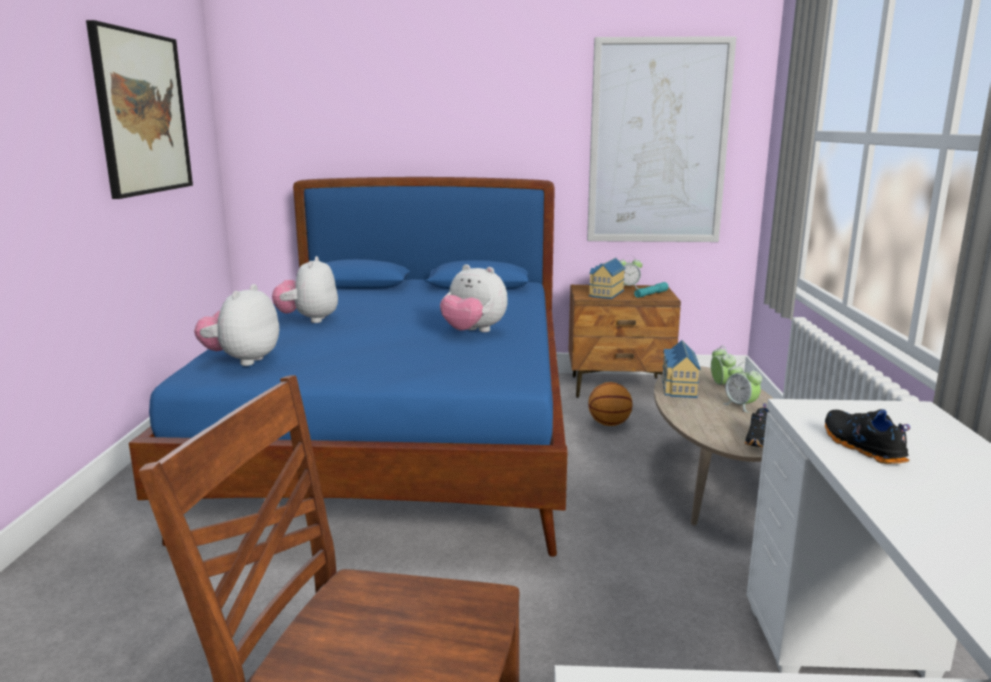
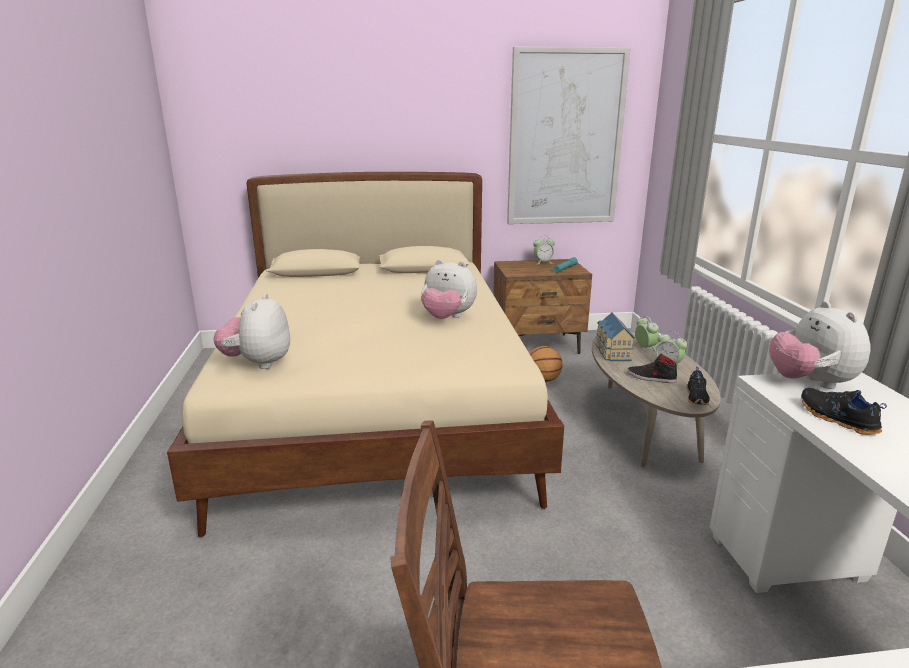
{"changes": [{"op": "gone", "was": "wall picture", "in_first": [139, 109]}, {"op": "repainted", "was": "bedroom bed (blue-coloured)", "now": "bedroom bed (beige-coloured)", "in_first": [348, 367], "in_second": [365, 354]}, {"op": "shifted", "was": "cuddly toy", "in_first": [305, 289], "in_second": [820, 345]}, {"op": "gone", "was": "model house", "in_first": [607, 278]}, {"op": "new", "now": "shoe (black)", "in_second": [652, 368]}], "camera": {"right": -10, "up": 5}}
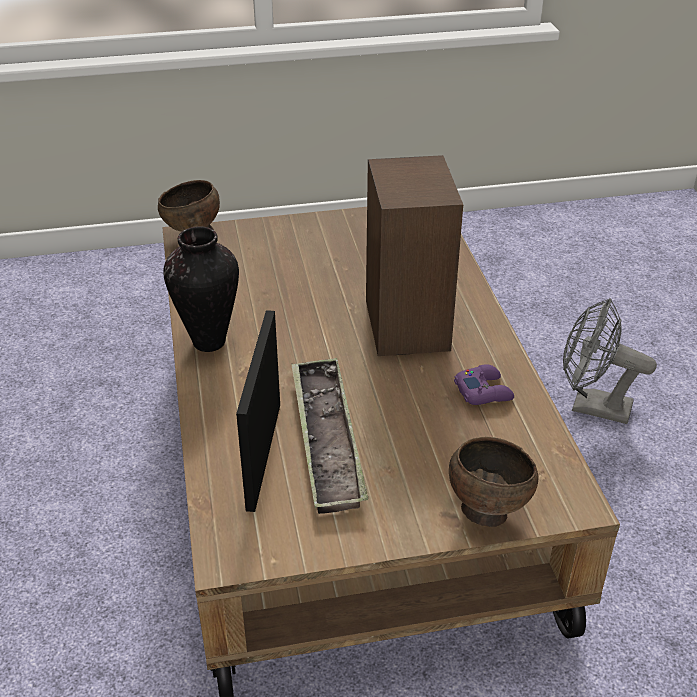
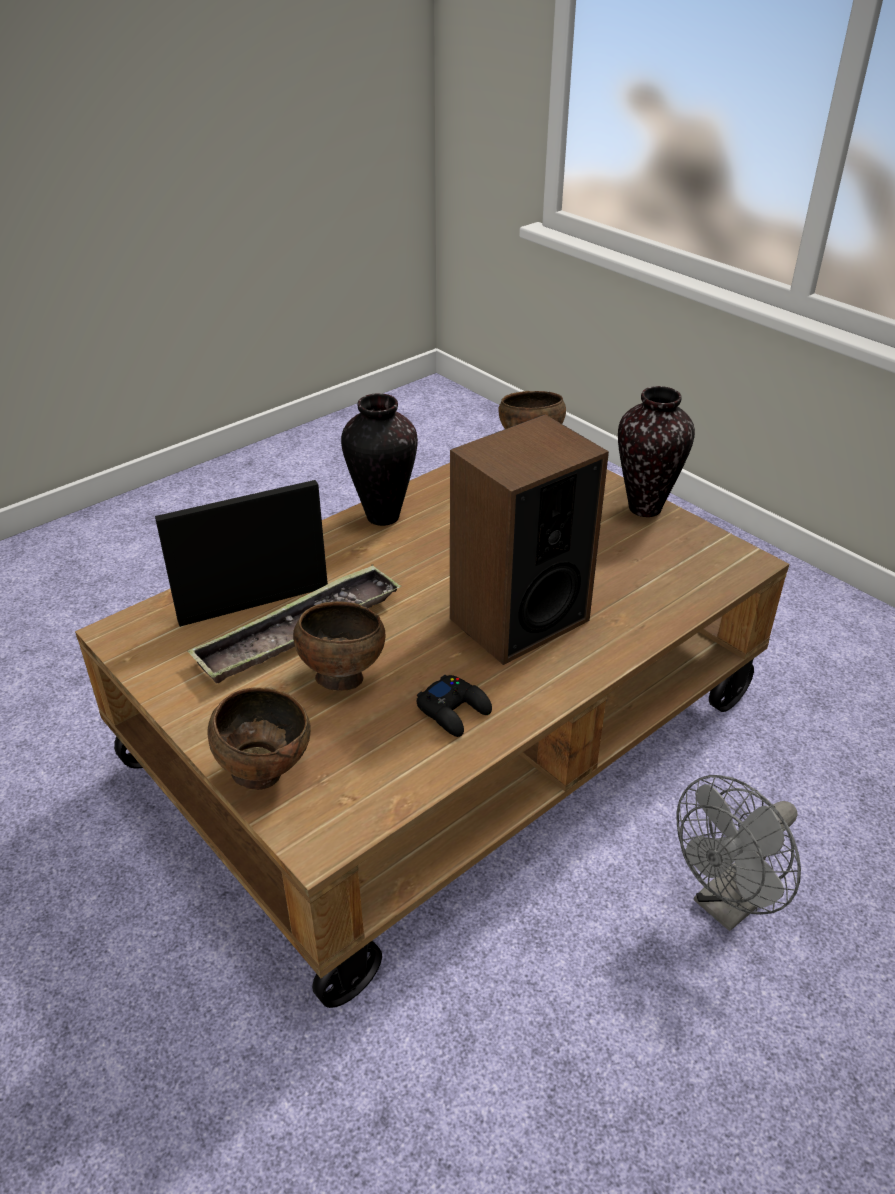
{"changes": [{"op": "repainted", "was": "gamepad (purplish)", "now": "gamepad (black)", "in_first": [484, 384], "in_second": [454, 706]}, {"op": "rotated", "was": "cooling fan (gray)", "in_first": [610, 361], "in_second": [739, 853], "clockwise": -120}, {"op": "new", "now": "bowl (brown)", "in_second": [339, 646]}, {"op": "new", "now": "flower vase", "in_second": [656, 451]}], "camera": {"right": 60, "up": 0}}
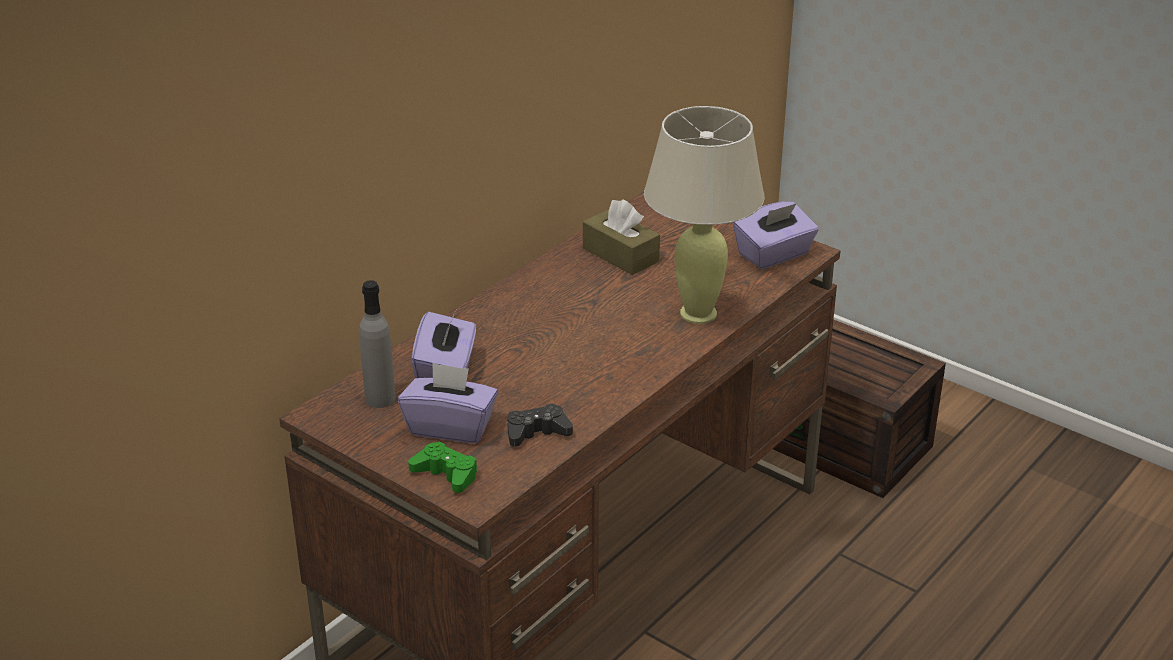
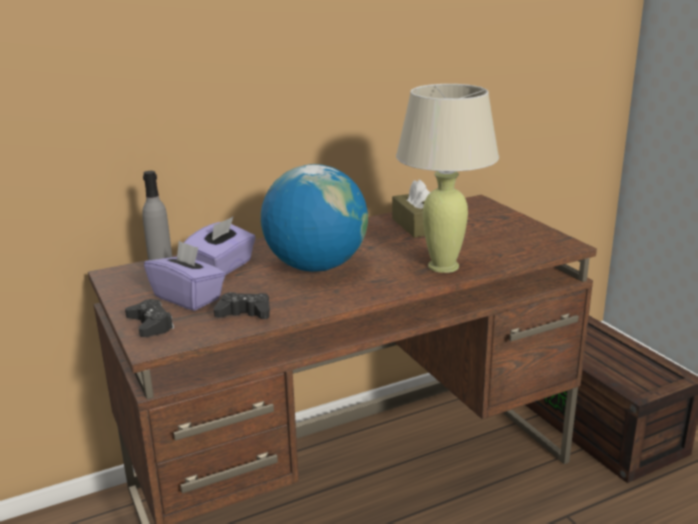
{"changes": [{"op": "repainted", "was": "gamepad (greenish)", "now": "gamepad (black)", "in_first": [442, 467], "in_second": [149, 318]}, {"op": "gone", "was": "tissue box (purplish)", "in_first": [776, 235]}, {"op": "new", "now": "globe", "in_second": [314, 218]}], "camera": {"right": 25, "up": -10}}
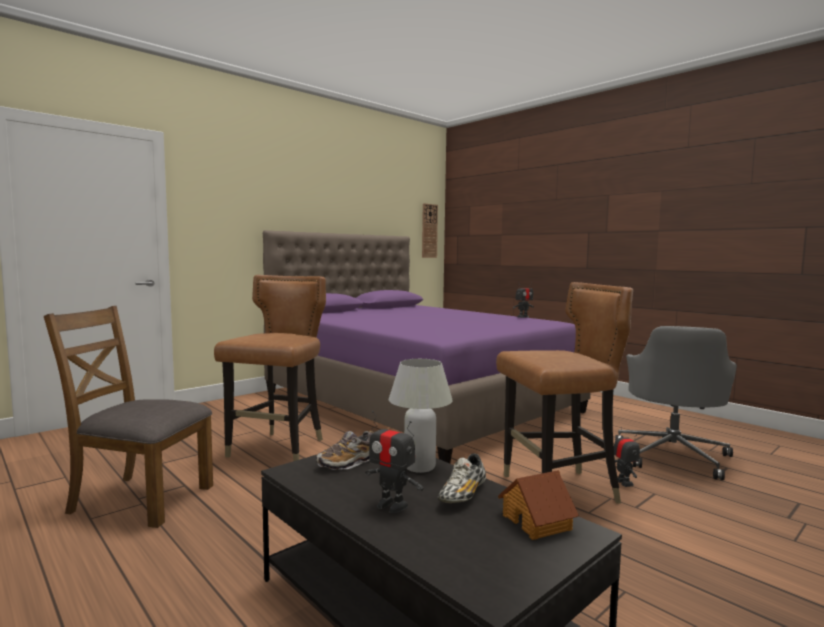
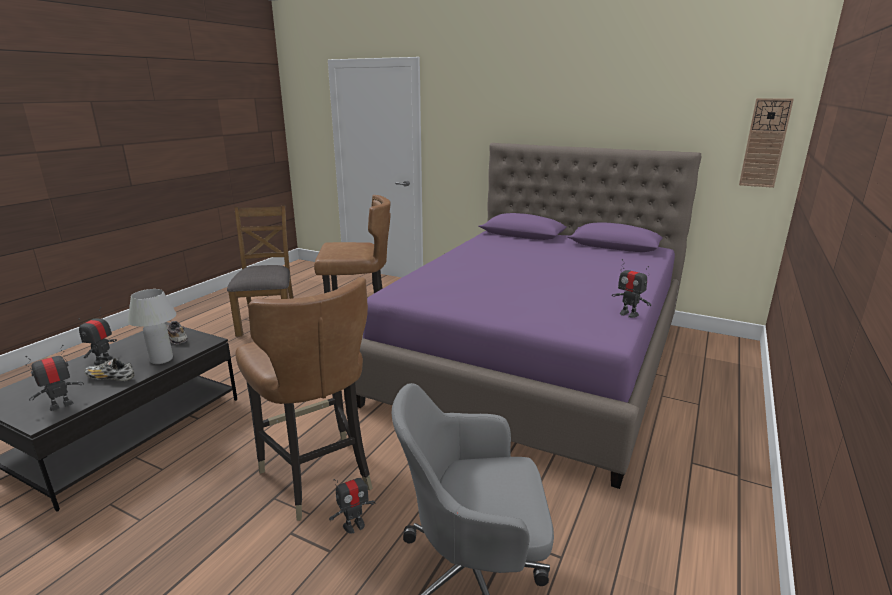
{"changes": [{"op": "swapped", "was": "model house", "now": "model robot", "in_first": [538, 505], "in_second": [54, 378]}], "camera": {"right": 70, "up": 15}}
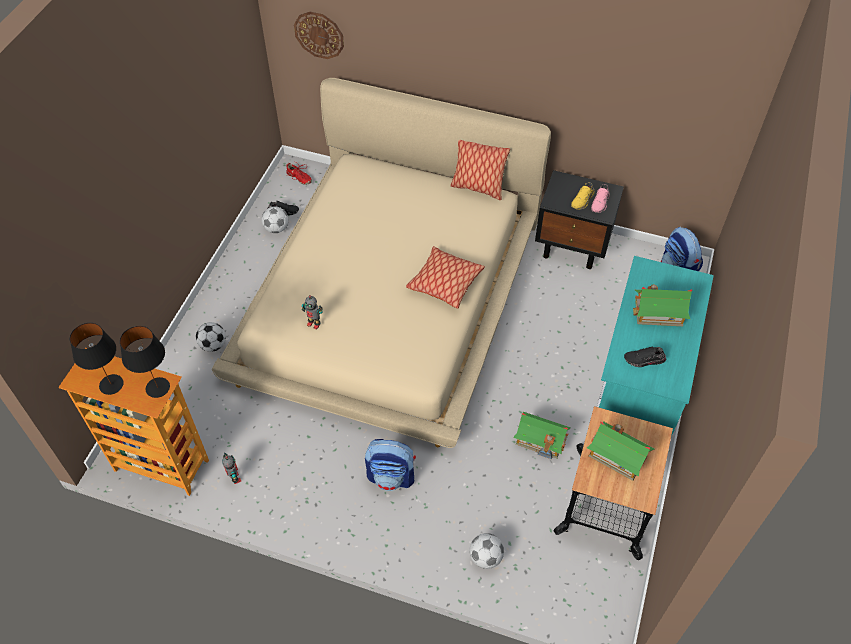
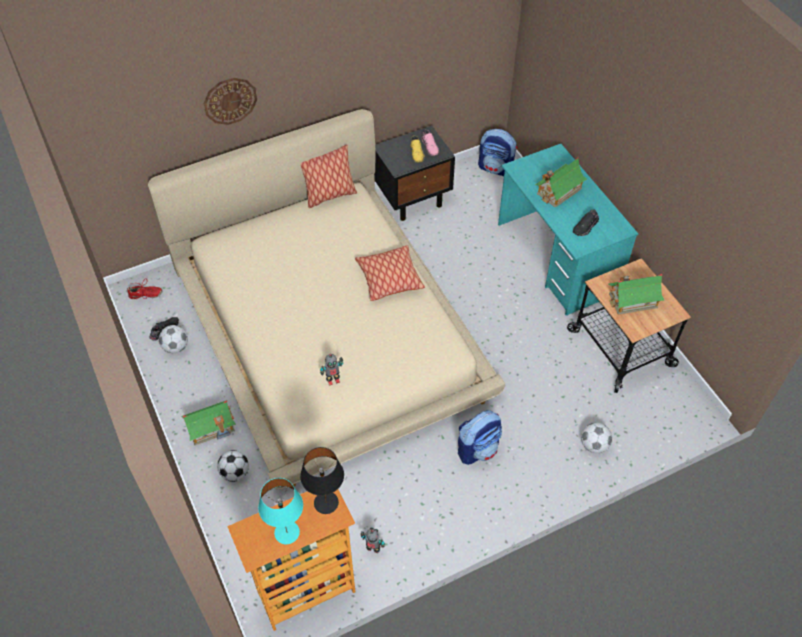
{"changes": [{"op": "repainted", "was": "tabletop lamp (black)", "now": "tabletop lamp (turquoise)", "in_first": [97, 359], "in_second": [280, 511]}, {"op": "shifted", "was": "clock on the wall", "in_first": [319, 35], "in_second": [230, 101]}, {"op": "shifted", "was": "model house", "in_first": [542, 435], "in_second": [208, 422]}], "camera": {"right": -45, "up": 0}}
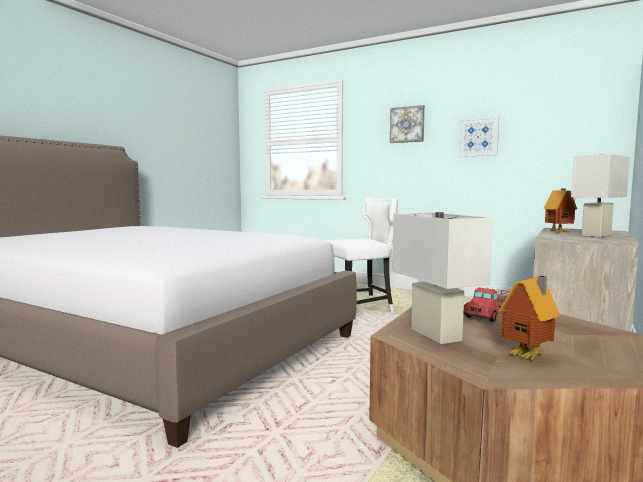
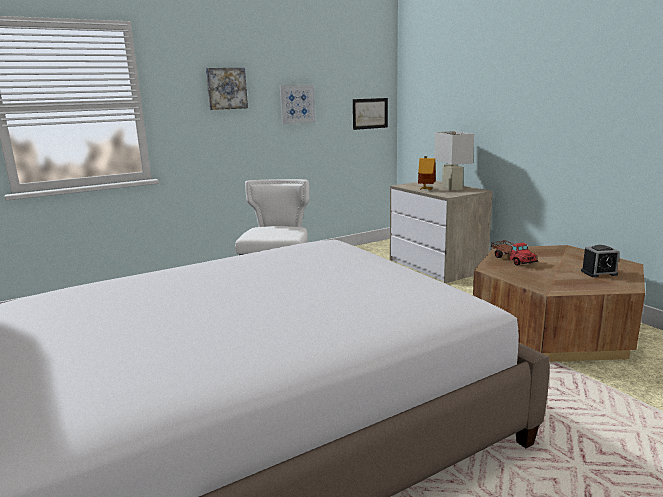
{"changes": [{"op": "gone", "was": "tabletop lamp (white-coloured)", "in_first": [442, 278]}, {"op": "swapped", "was": "model house", "now": "alarm clock", "in_first": [529, 318], "in_second": [600, 261]}, {"op": "new", "now": "wall picture", "in_second": [370, 114]}], "camera": {"right": -60, "up": 10}}
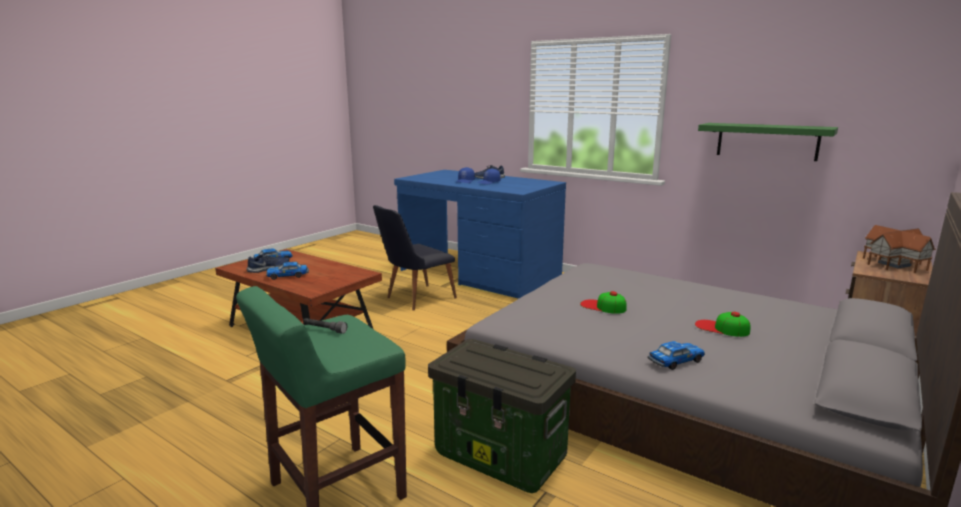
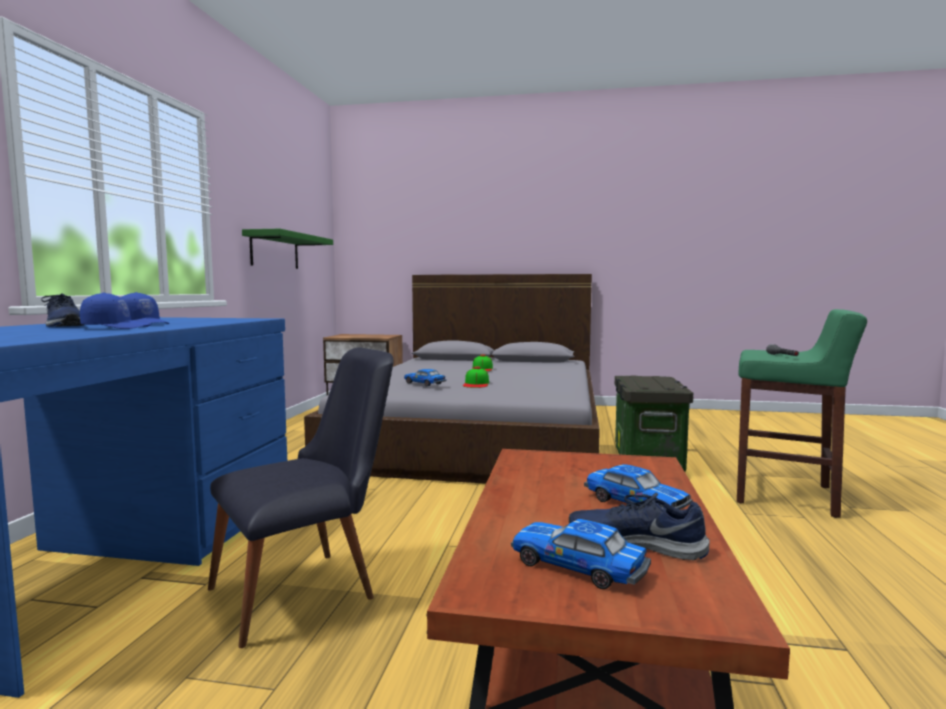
{"changes": [{"op": "rotated", "was": "plain chair (black)", "in_first": [415, 258], "in_second": [301, 497], "clockwise": -60}, {"op": "shifted", "was": "miniature car", "in_first": [676, 355], "in_second": [425, 377]}, {"op": "gone", "was": "model house", "in_first": [899, 249]}], "camera": {"right": -115, "up": -10}}
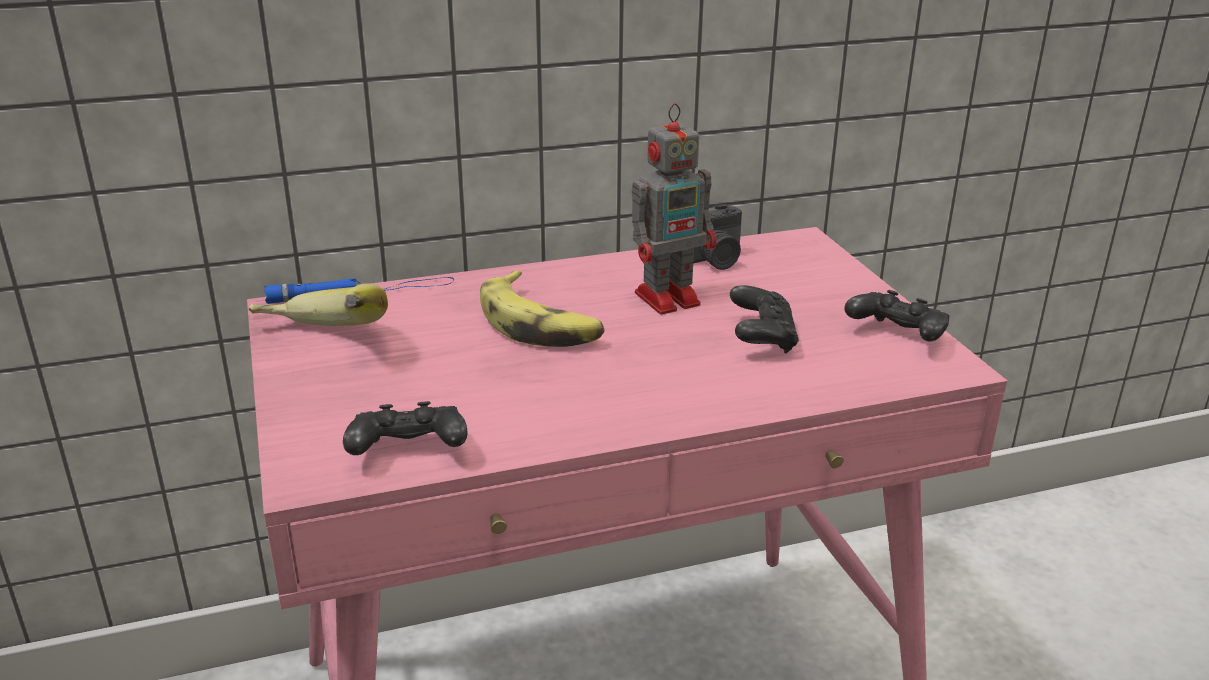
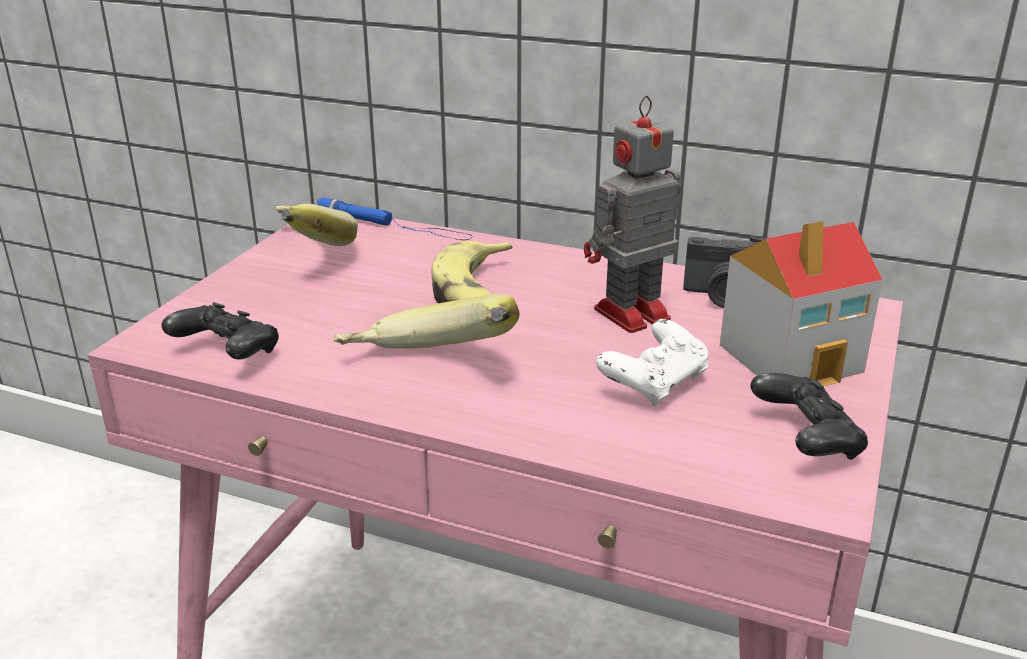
{"changes": [{"op": "rotated", "was": "model robot", "in_first": [674, 209], "in_second": [632, 214], "clockwise": 135}, {"op": "repainted", "was": "gamepad (black)", "now": "gamepad (white-coloured)", "in_first": [764, 319], "in_second": [652, 363]}, {"op": "new", "now": "whole banana", "in_second": [426, 321]}, {"op": "new", "now": "model house", "in_second": [801, 303]}], "camera": {"right": 40, "up": 0}}
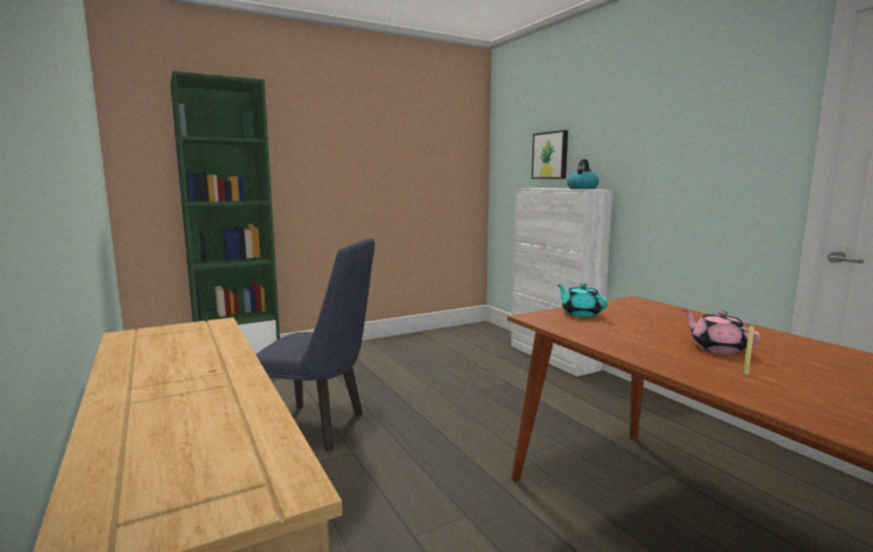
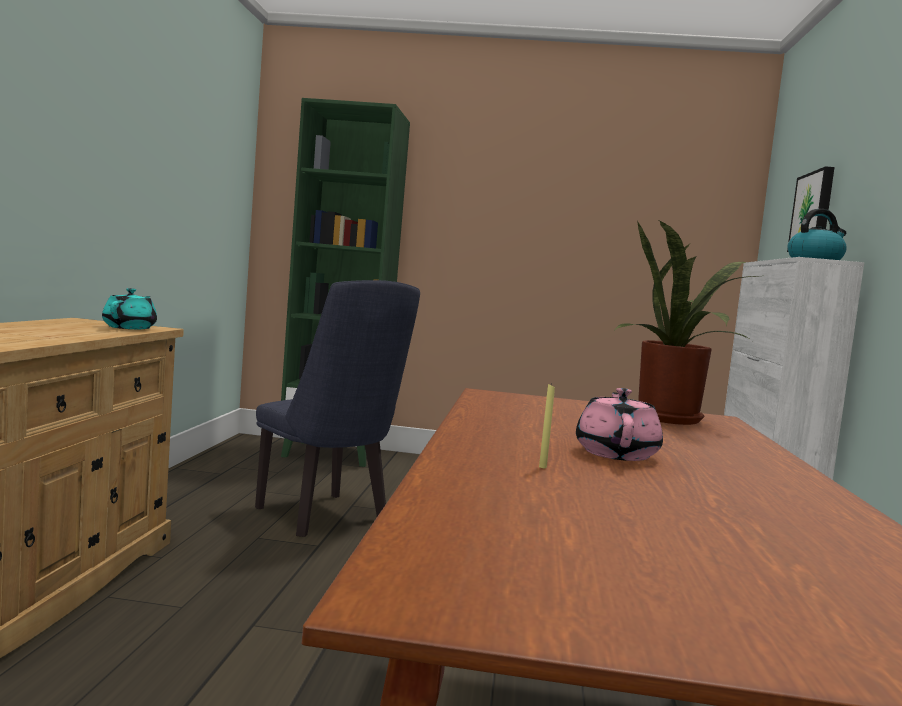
{"changes": [{"op": "shifted", "was": "tea pot (turquoise)", "in_first": [583, 300], "in_second": [129, 308]}, {"op": "new", "now": "houseplant", "in_second": [686, 322]}], "camera": {"right": 35, "up": -5}}
